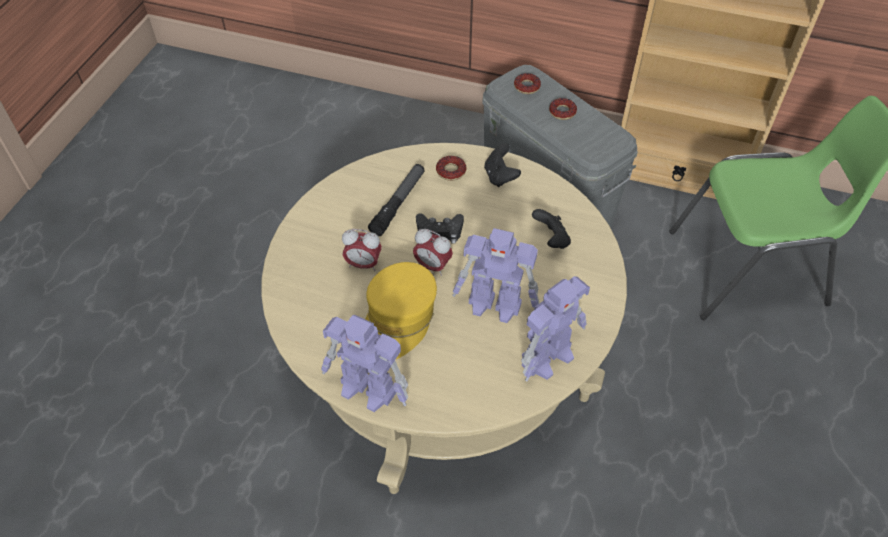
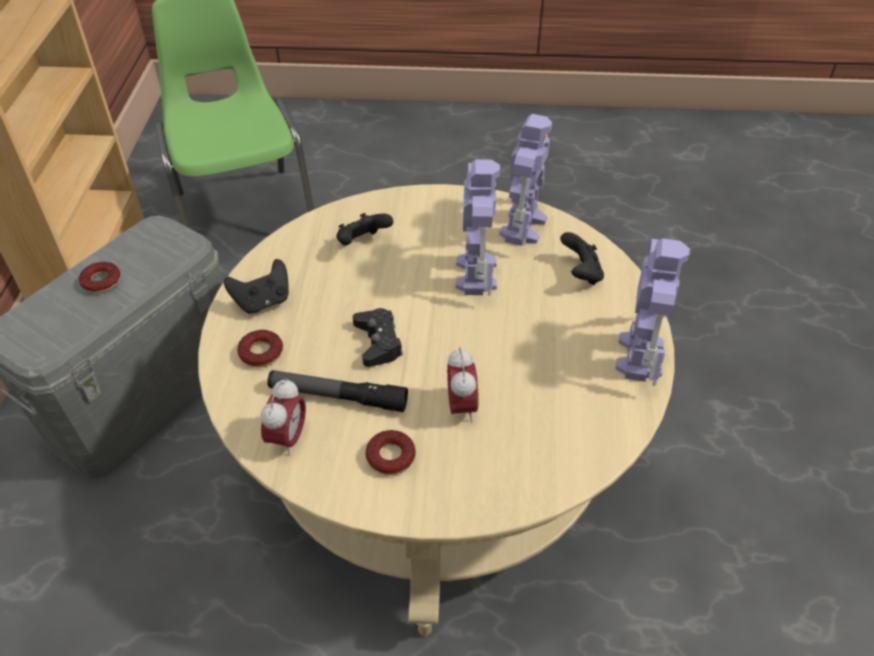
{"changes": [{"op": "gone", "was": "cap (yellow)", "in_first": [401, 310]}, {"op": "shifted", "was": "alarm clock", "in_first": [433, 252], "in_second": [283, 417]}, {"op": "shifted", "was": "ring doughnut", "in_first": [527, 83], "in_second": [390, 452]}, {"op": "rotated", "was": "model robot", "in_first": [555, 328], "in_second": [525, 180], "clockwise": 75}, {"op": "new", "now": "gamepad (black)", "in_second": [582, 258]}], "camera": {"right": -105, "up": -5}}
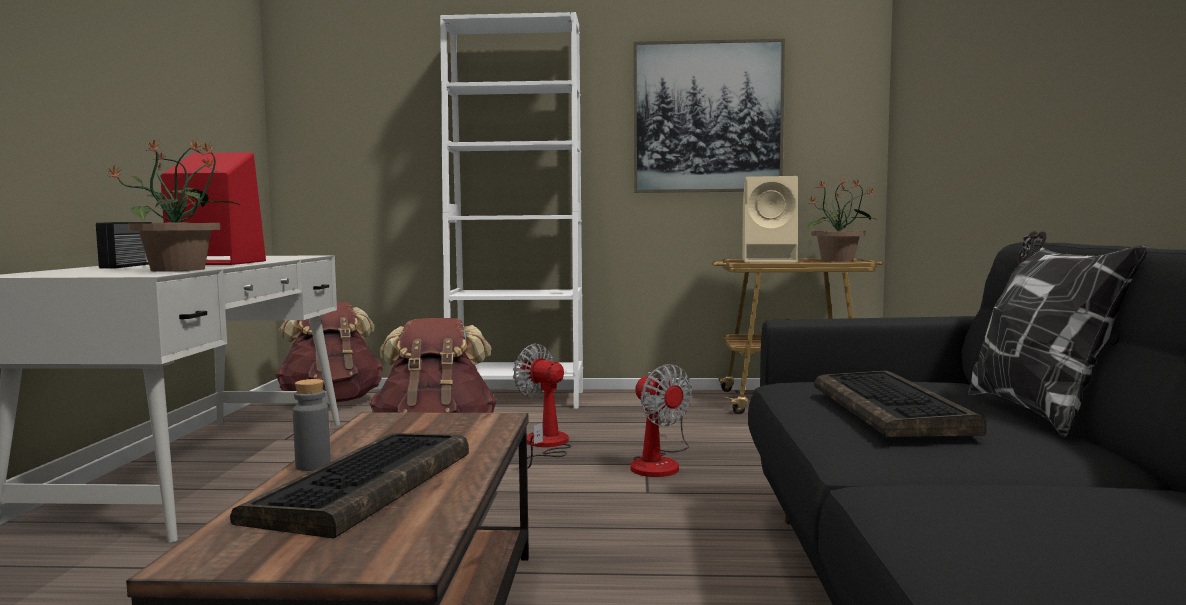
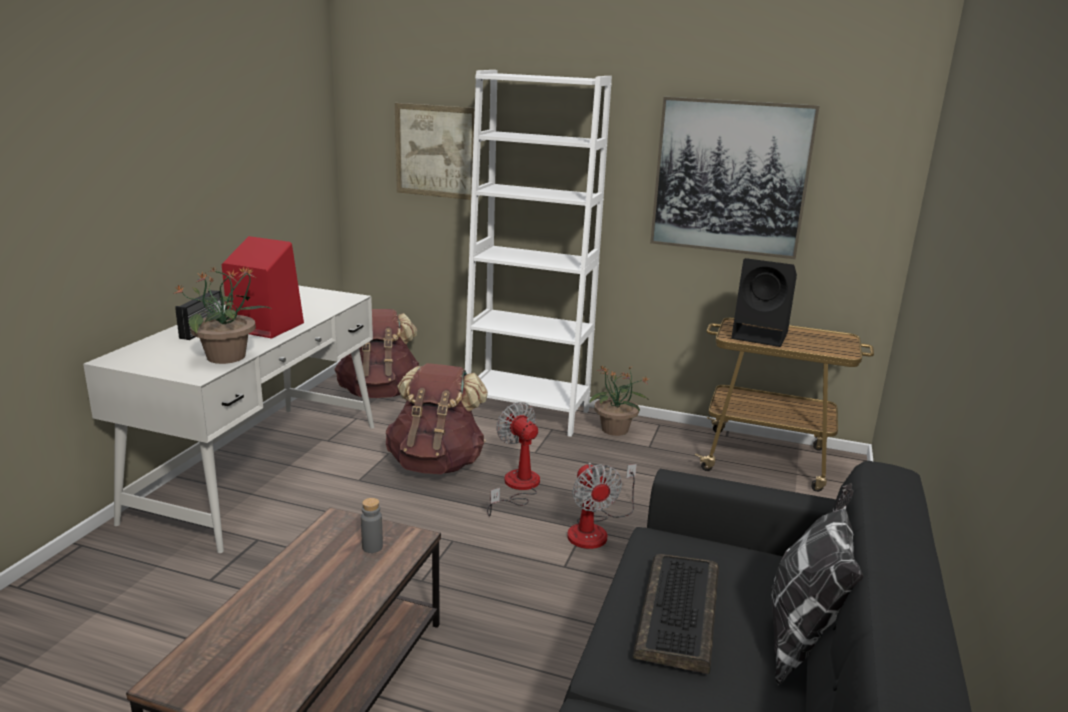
{"changes": [{"op": "gone", "was": "keyboard", "in_first": [349, 486]}, {"op": "shifted", "was": "bottle (gray)", "in_first": [312, 425], "in_second": [372, 525]}, {"op": "repainted", "was": "loudspeaker (beige-coloured)", "now": "loudspeaker (black)", "in_first": [770, 219], "in_second": [764, 302]}, {"op": "shifted", "was": "houseplant", "in_first": [842, 220], "in_second": [619, 400]}, {"op": "new", "now": "wall picture", "in_second": [435, 151]}], "camera": {"right": 15, "up": 15}}
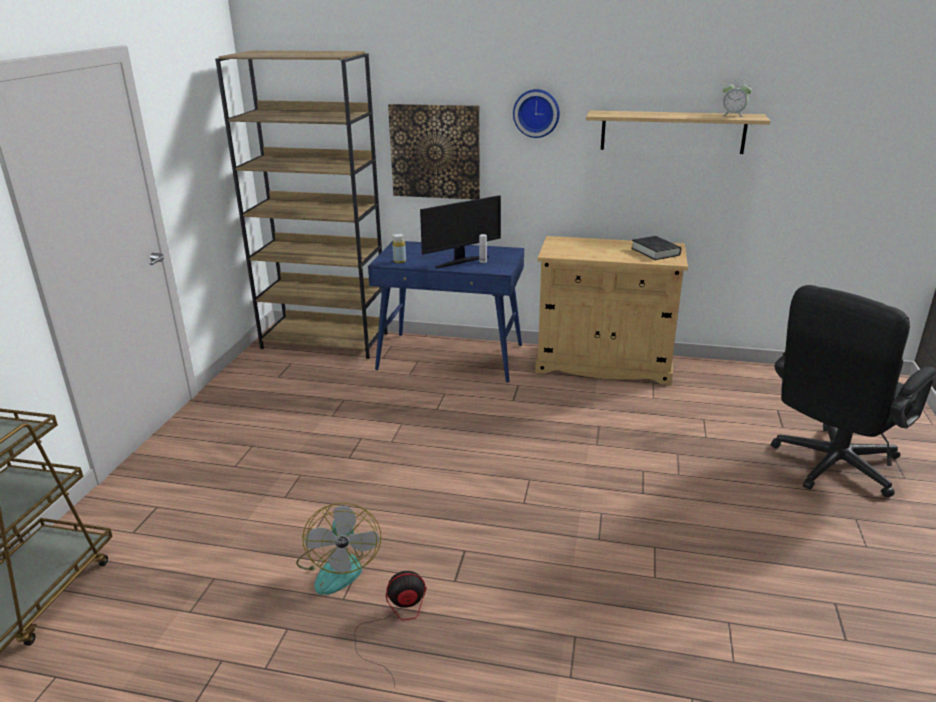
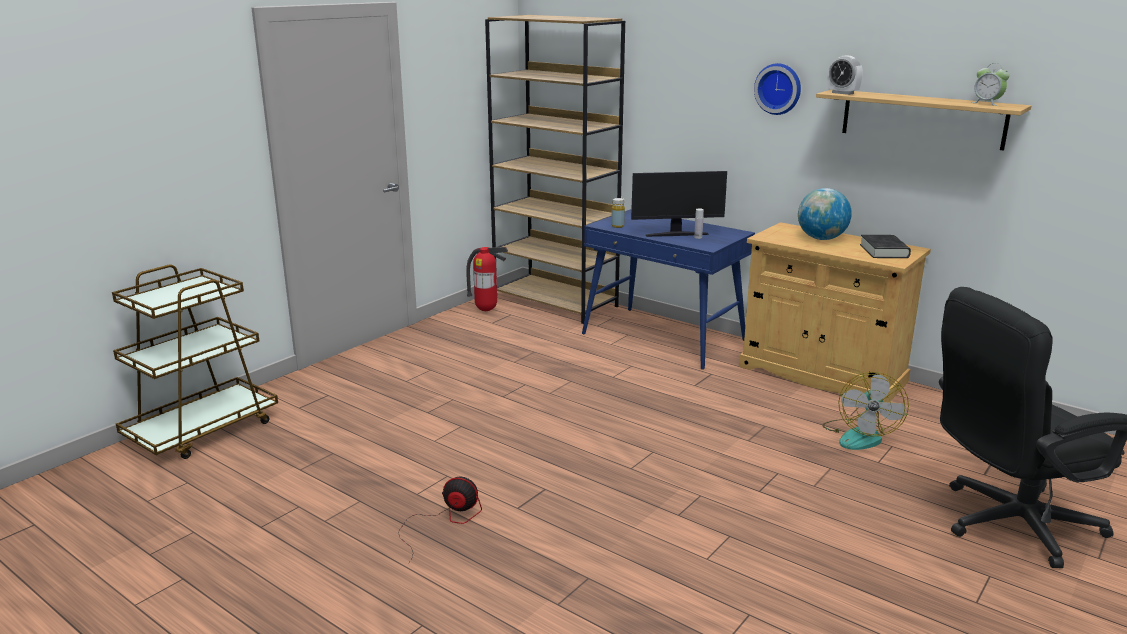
{"changes": [{"op": "shifted", "was": "cooling fan", "in_first": [338, 549], "in_second": [865, 411]}, {"op": "gone", "was": "wall picture", "in_first": [434, 152]}, {"op": "new", "now": "fire extinguisher", "in_second": [487, 279]}, {"op": "new", "now": "globe", "in_second": [825, 214]}, {"op": "new", "now": "alarm clock", "in_second": [845, 75]}], "camera": {"right": 25, "up": -5}}
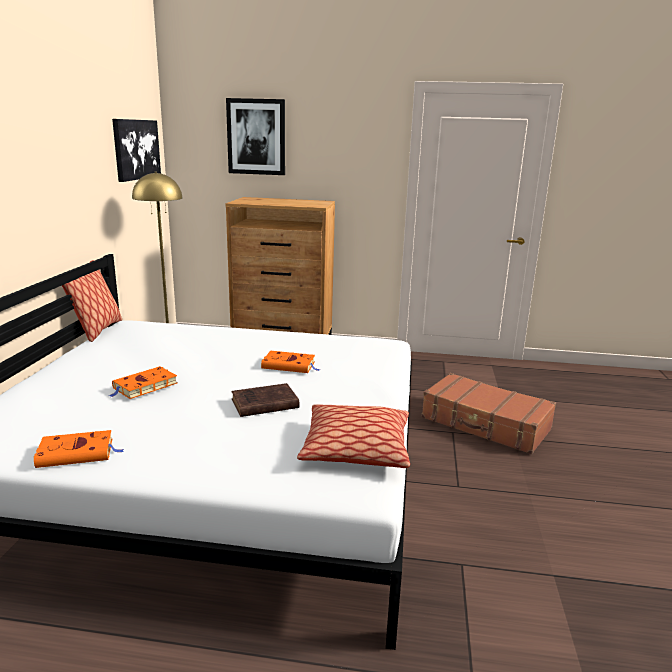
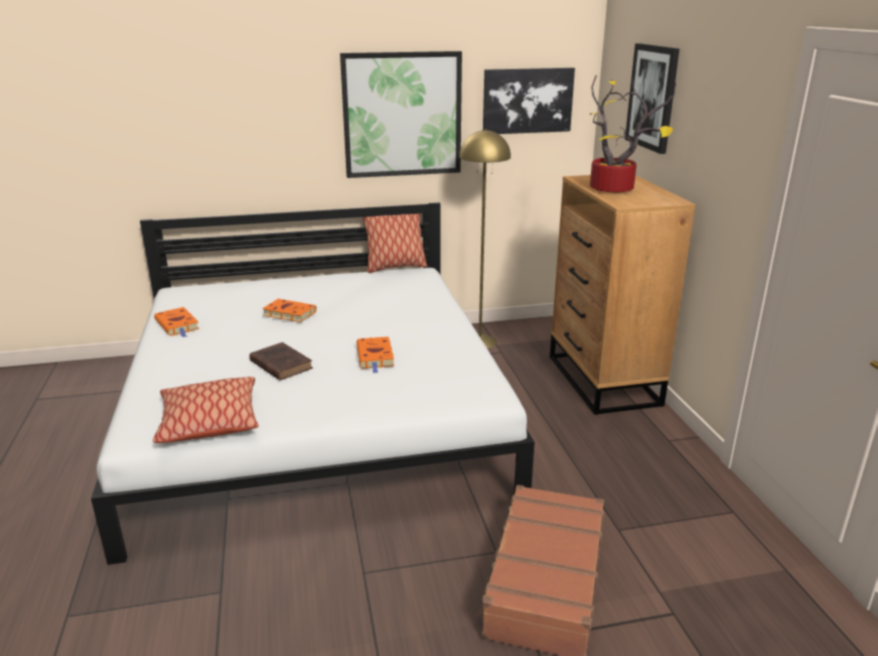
{"changes": [{"op": "new", "now": "wall picture", "in_second": [401, 114]}, {"op": "new", "now": "houseplant", "in_second": [633, 133]}], "camera": {"right": 70, "up": 5}}
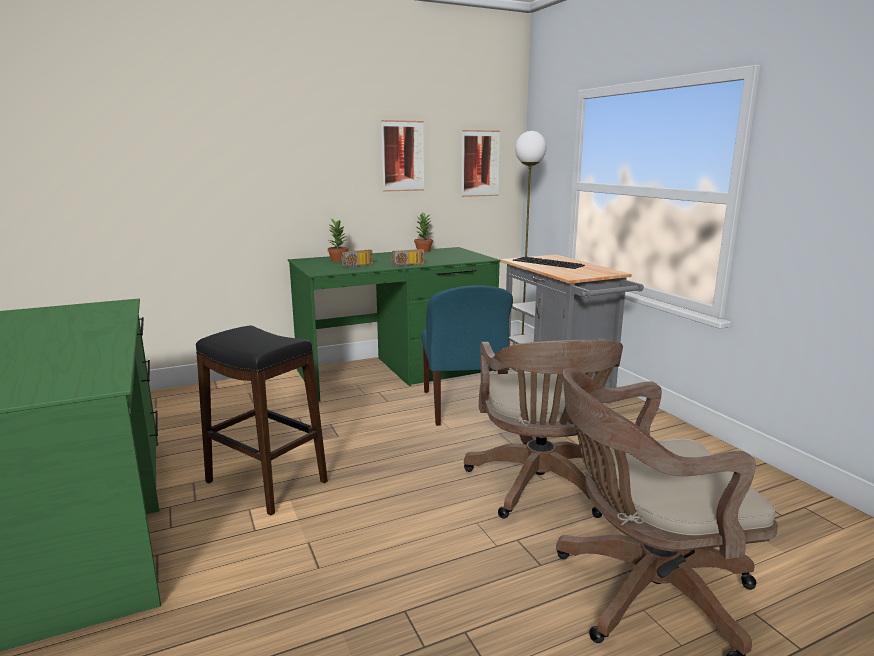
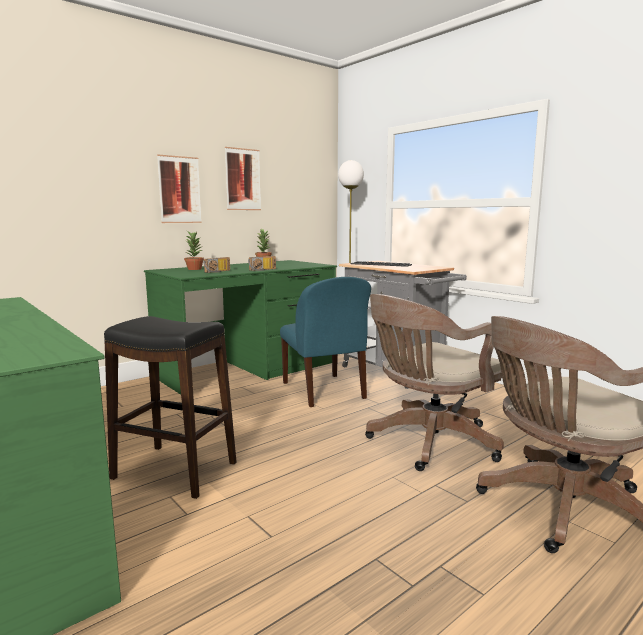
{"changes": [{"op": "shifted", "was": "wall picture", "in_first": [481, 163], "in_second": [179, 189]}, {"op": "rotated", "was": "desk chair (brown)", "in_first": [543, 429], "in_second": [434, 382], "clockwise": 75}], "camera": {"right": -15, "up": -5}}
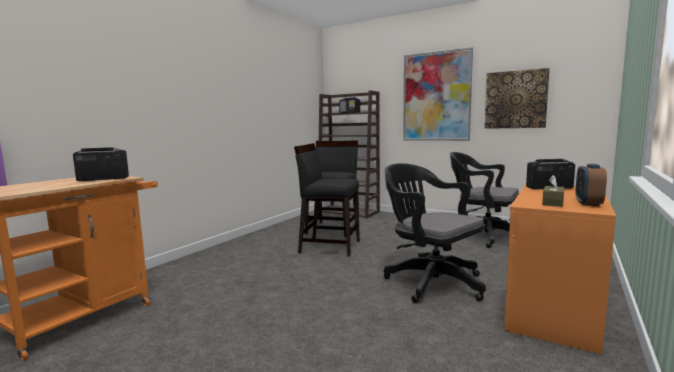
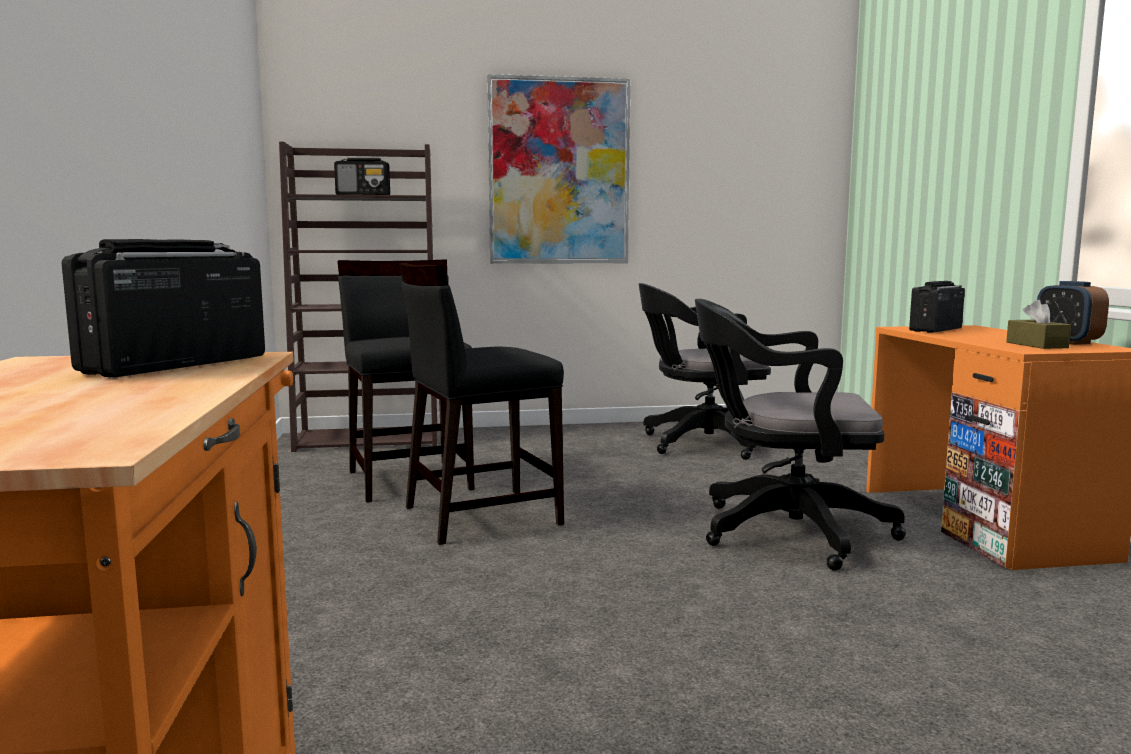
{"changes": [{"op": "gone", "was": "wall picture", "in_first": [517, 98]}], "camera": {"right": -40, "up": 0}}
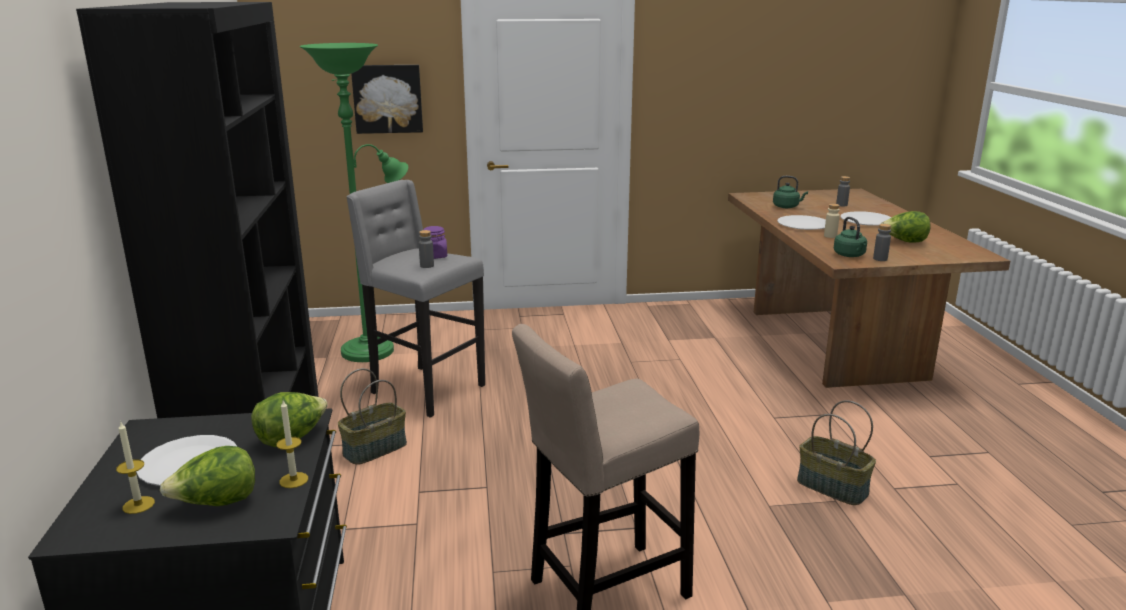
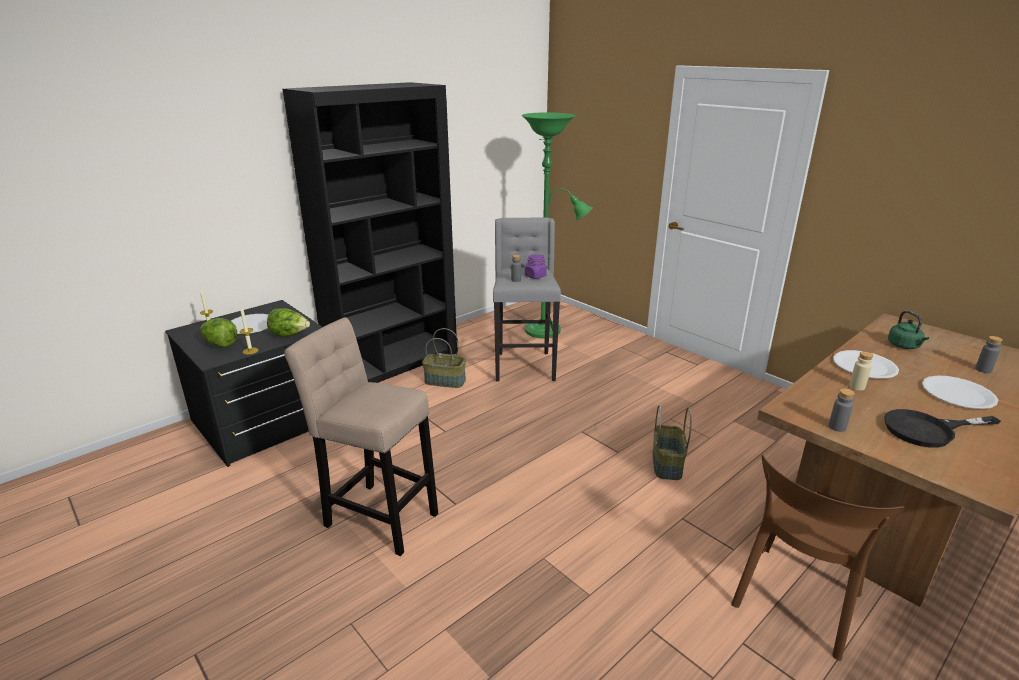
{"changes": [{"op": "gone", "was": "wall picture", "in_first": [387, 99]}, {"op": "shifted", "was": "basket", "in_first": [836, 452], "in_second": [672, 442]}, {"op": "gone", "was": "kettle (greenish)", "in_first": [850, 237]}, {"op": "swapped", "was": "head of lettuce", "now": "skillet (black)", "in_first": [906, 227], "in_second": [942, 428]}, {"op": "new", "now": "plain chair (brown)", "in_second": [817, 558]}], "camera": {"right": 55, "up": 5}}
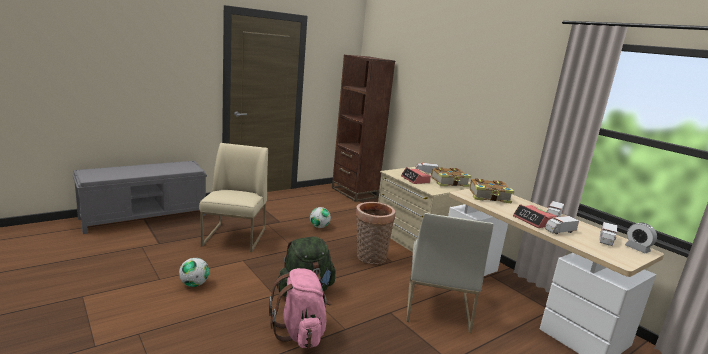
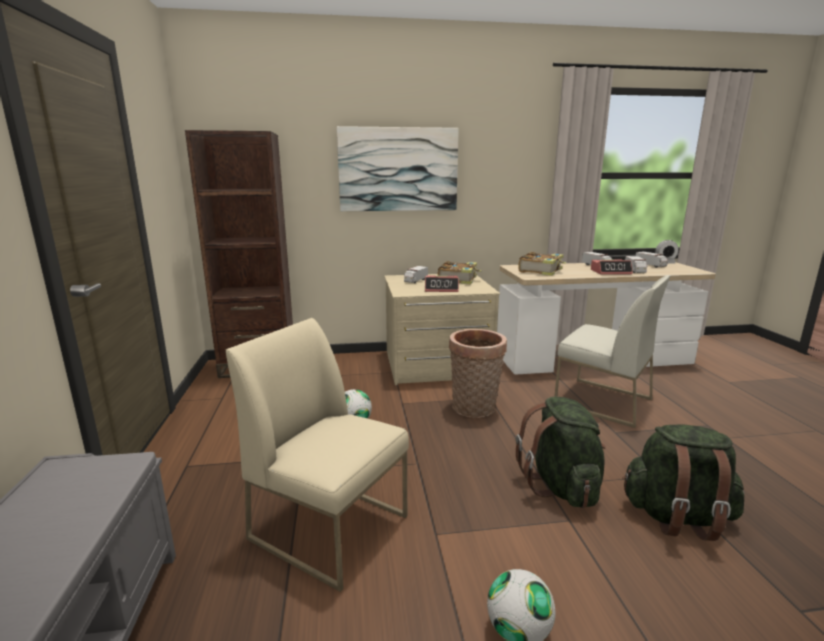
{"changes": [{"op": "repainted", "was": "backpack (pink)", "now": "backpack (greenish)", "in_first": [300, 308], "in_second": [683, 482]}, {"op": "new", "now": "wall picture", "in_second": [398, 168]}], "camera": {"right": -60, "up": 0}}
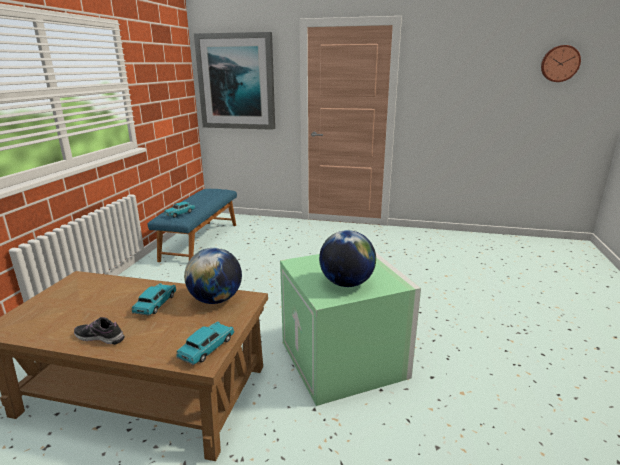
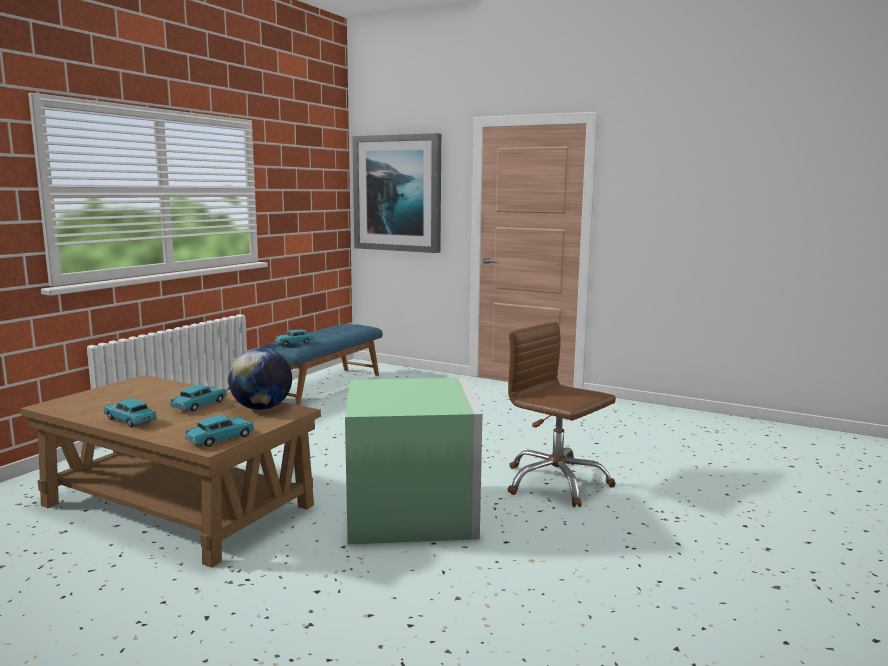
{"changes": [{"op": "swapped", "was": "shoe", "now": "miniature car (turquoise)", "in_first": [99, 331], "in_second": [130, 413]}, {"op": "gone", "was": "globe", "in_first": [347, 258]}, {"op": "gone", "was": "clock on the wall", "in_first": [561, 63]}, {"op": "new", "now": "desk chair (brown)", "in_second": [561, 414]}], "camera": {"right": 15, "up": -10}}
